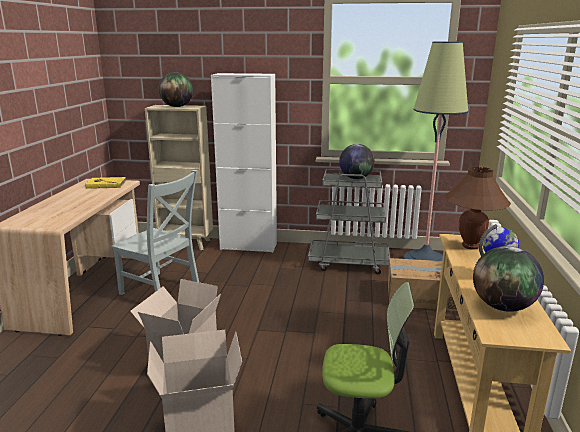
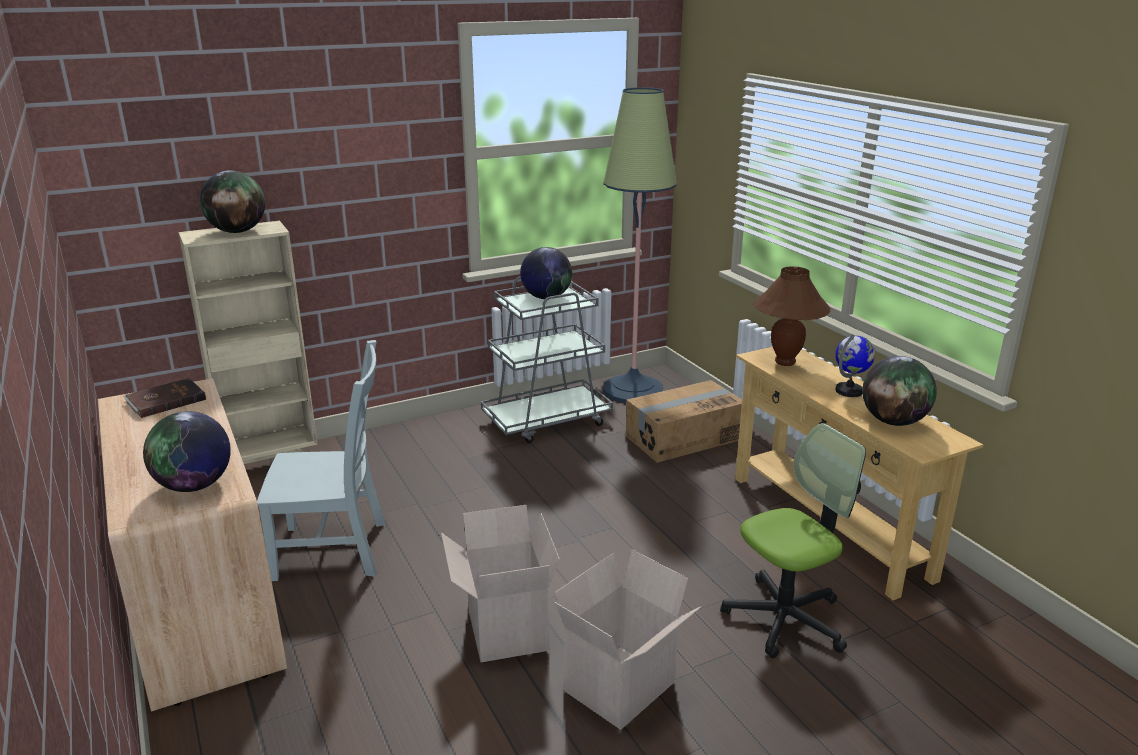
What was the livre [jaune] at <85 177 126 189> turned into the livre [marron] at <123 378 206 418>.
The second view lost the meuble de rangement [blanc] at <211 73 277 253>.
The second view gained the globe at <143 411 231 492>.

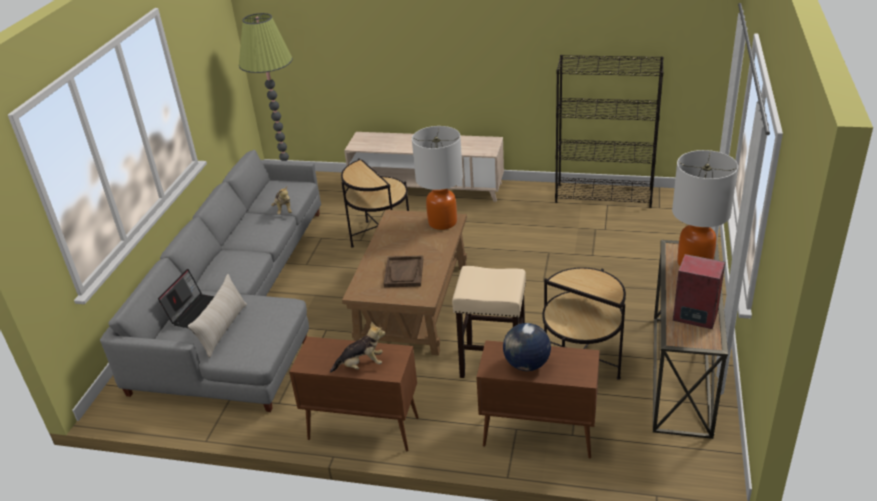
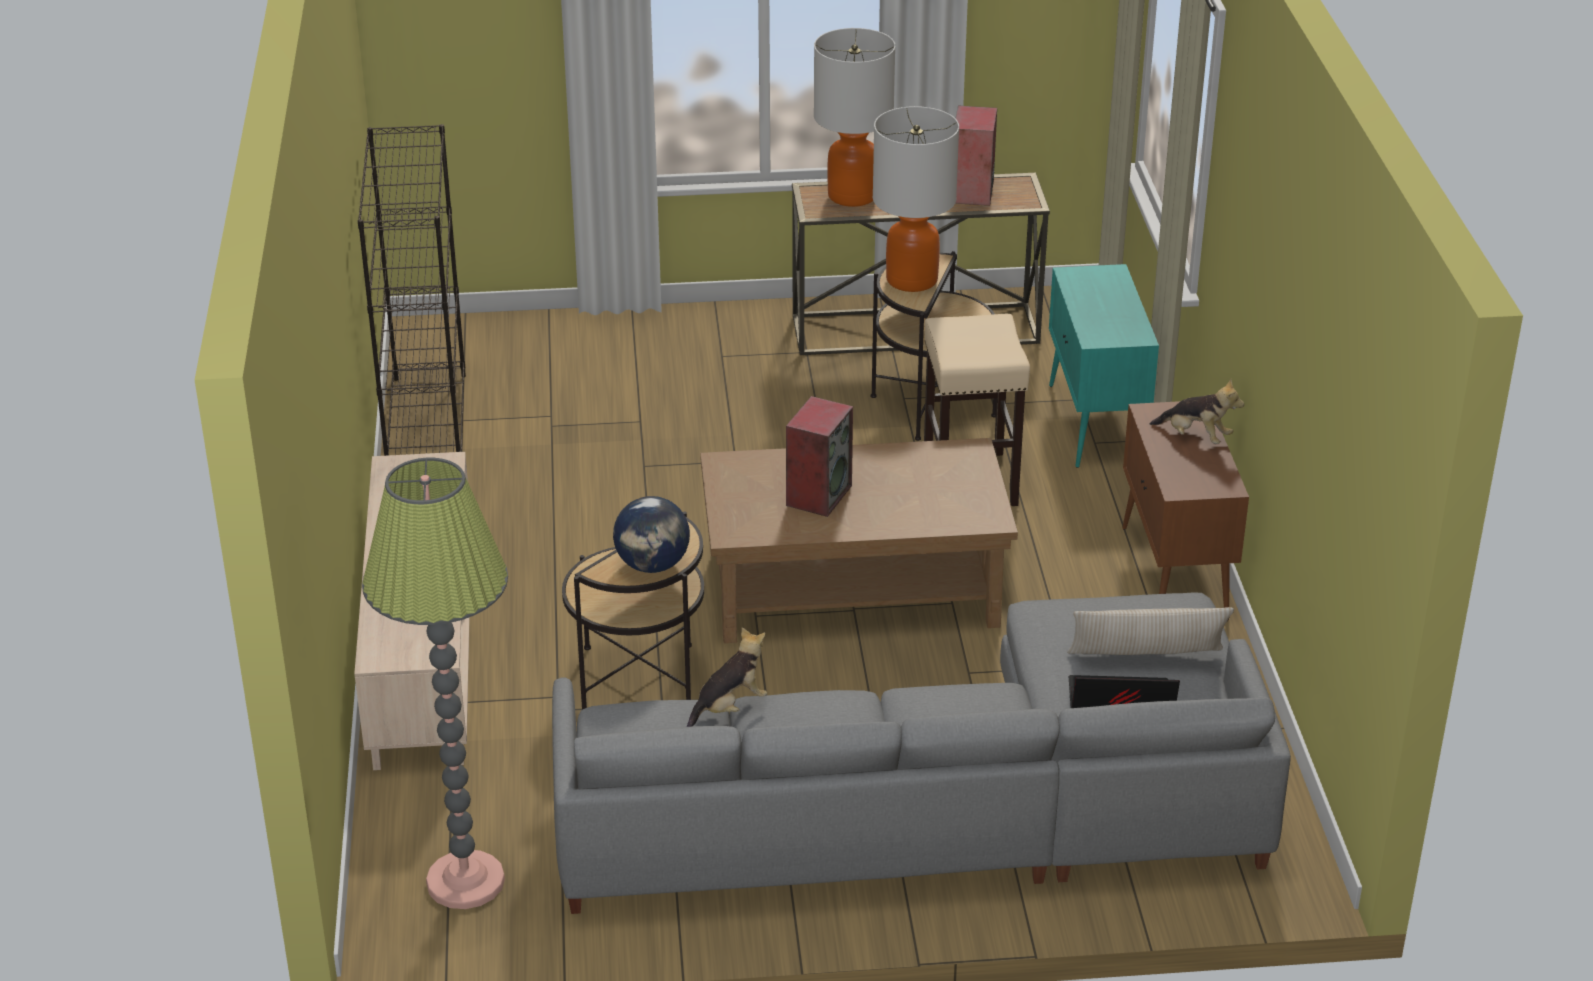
The peluche at <330 321 386 373> ended up facing another way, 150 degrees clockwise from before.
The second view lost the plateau [marron] at <384 255 423 288>.
The lampe de table ended up elsewhere, having gone from <412 126 463 230> to <873 106 959 292>.
What was the meuble de rangement [marron] at <476 340 600 459> turned into the meuble de rangement [turquoise] at <1049 264 1159 468>.
The globe ended up elsewhere, having gone from <503 323 551 371> to <613 496 690 573>.
The second view gained the enceinte at <786 396 853 517>.

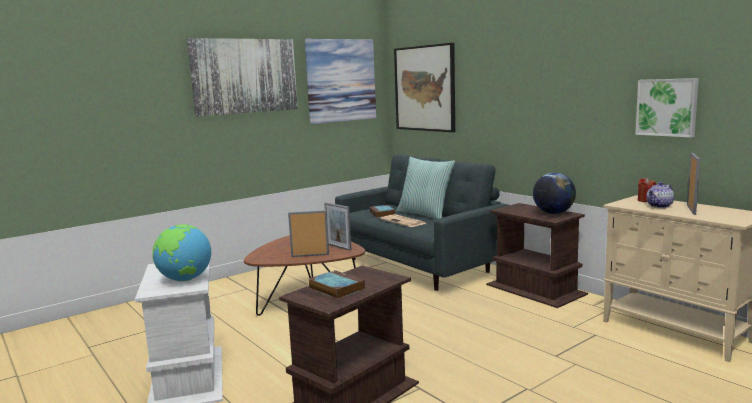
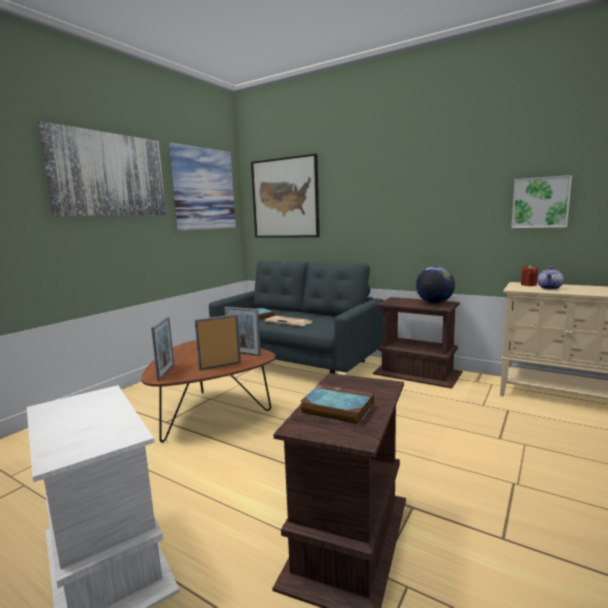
The second view lost the globe at <152 224 211 281>.
The second view lost the coussin at <397 157 455 219>.
The cadre photo ended up elsewhere, having gone from <687 153 700 215> to <151 317 174 381>.

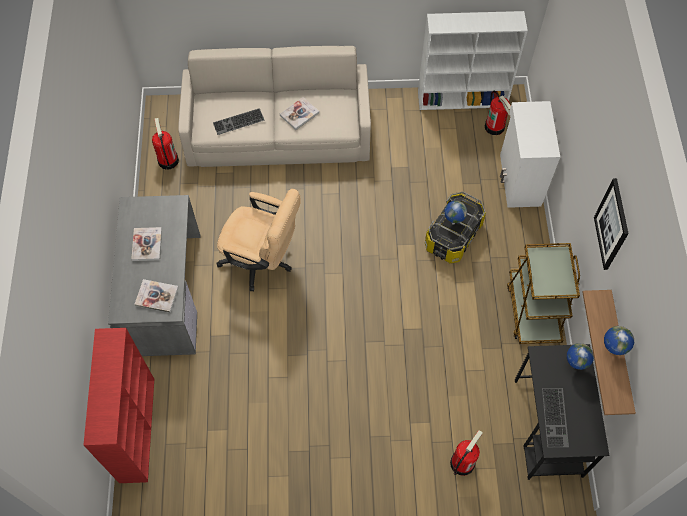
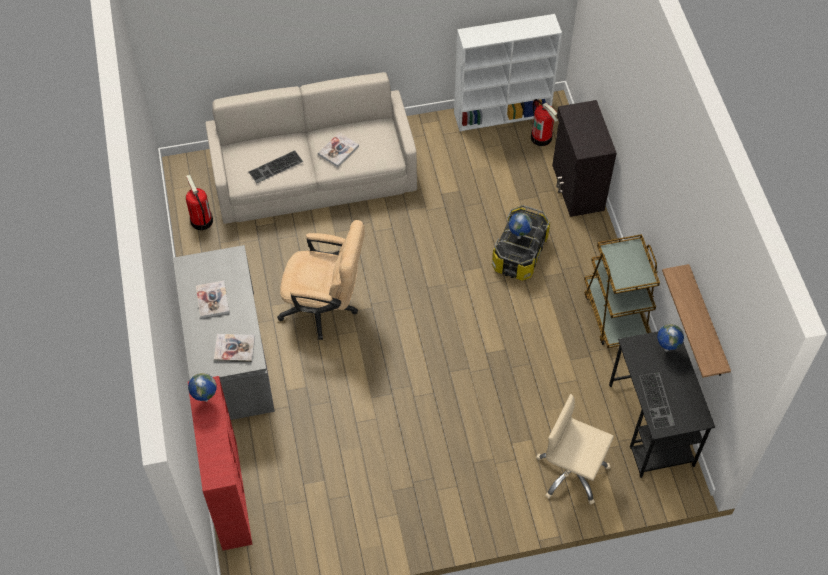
Where the extincteur stood at <450 430 483 476>, the chaise de bureau [beige] came to stand at <536 394 614 505>.
What was the meuble de rangement [blanc] at <500 101 560 208> turned into the meuble de rangement [noir] at <552 100 617 217>.
The second view lost the tableau at <594 178 629 270>.
The globe ended up elsewhere, having gone from <604 326 634 355> to <188 373 217 402>.

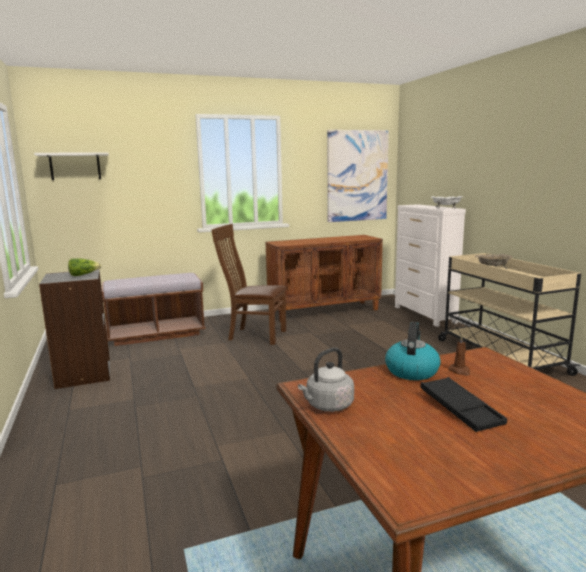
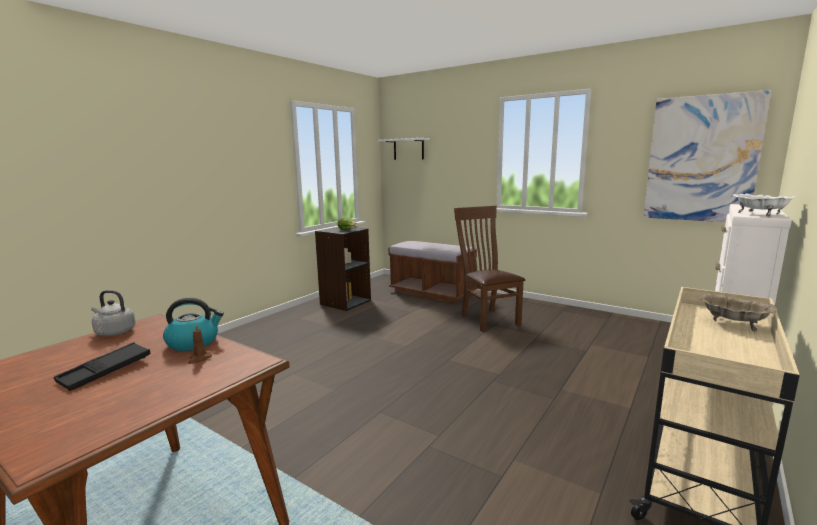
The second view lost the meuble de rangement [marron] at <266 235 383 322>.

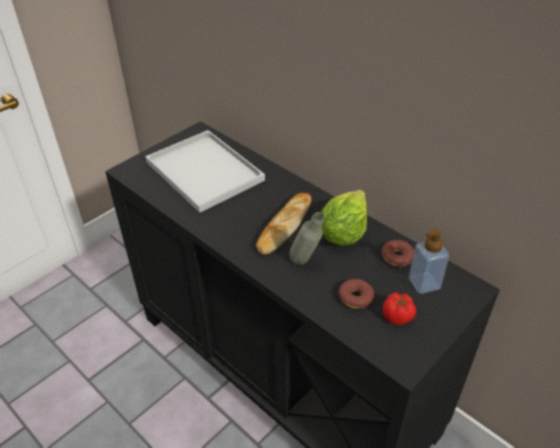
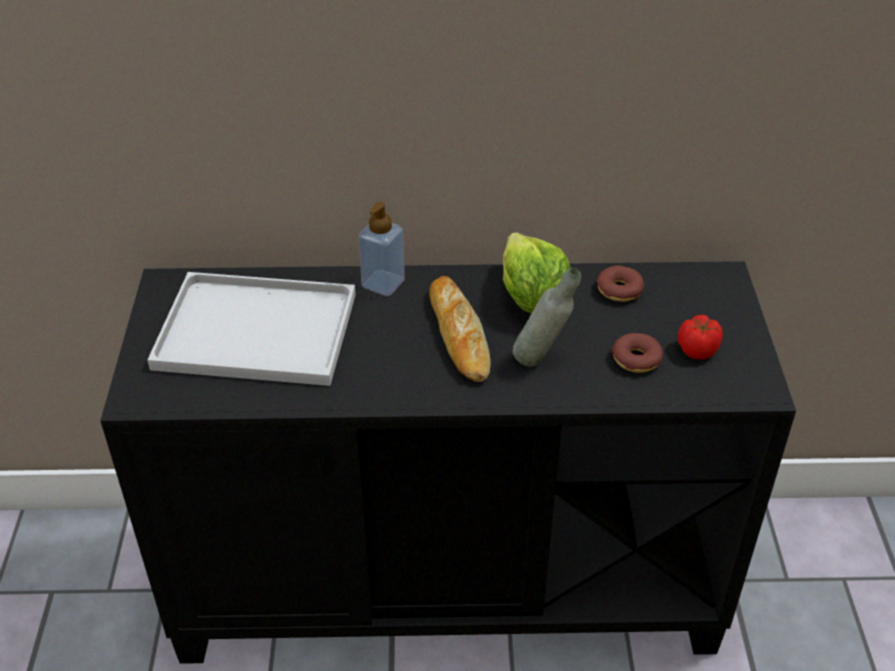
The distributeur de savon ended up elsewhere, having gone from <409 229 449 294> to <358 202 405 296>.

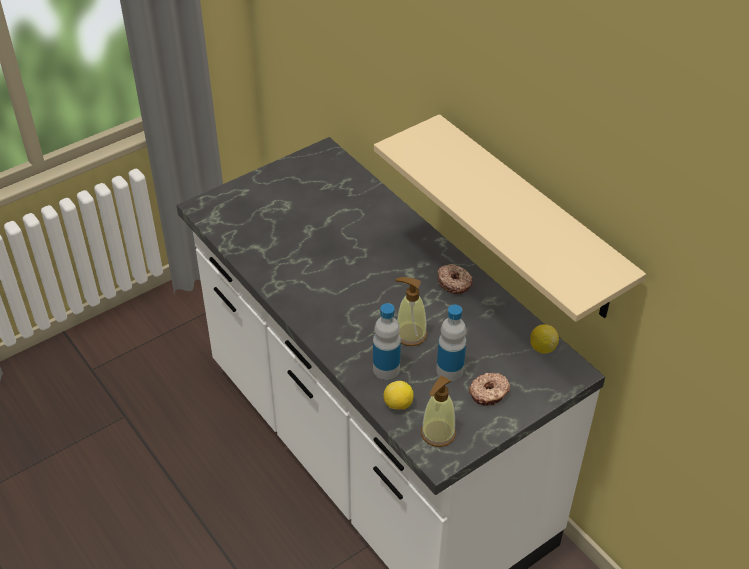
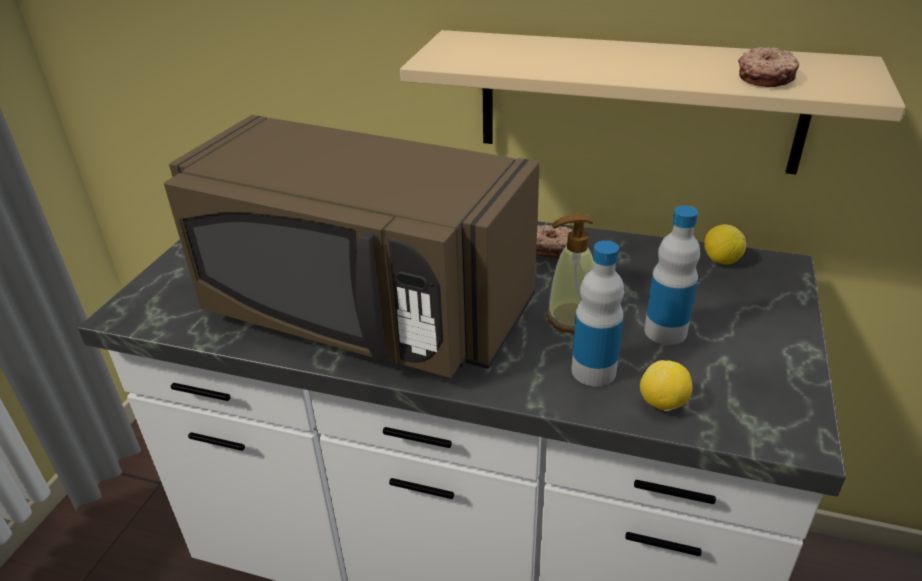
The second view lost the distributeur de savon at <421 376 456 447>.
The beignet ended up elsewhere, having gone from <469 373 510 406> to <738 47 799 87>.
The second view gained the micro-ondes [marron] at <164 115 540 378>.

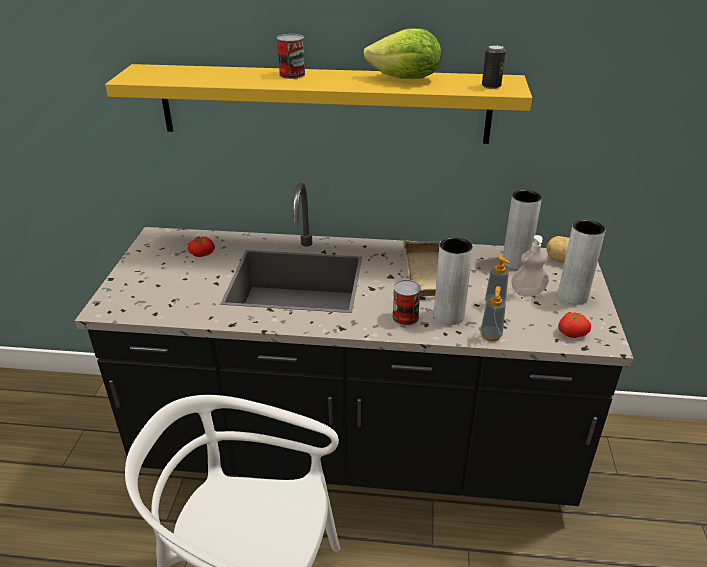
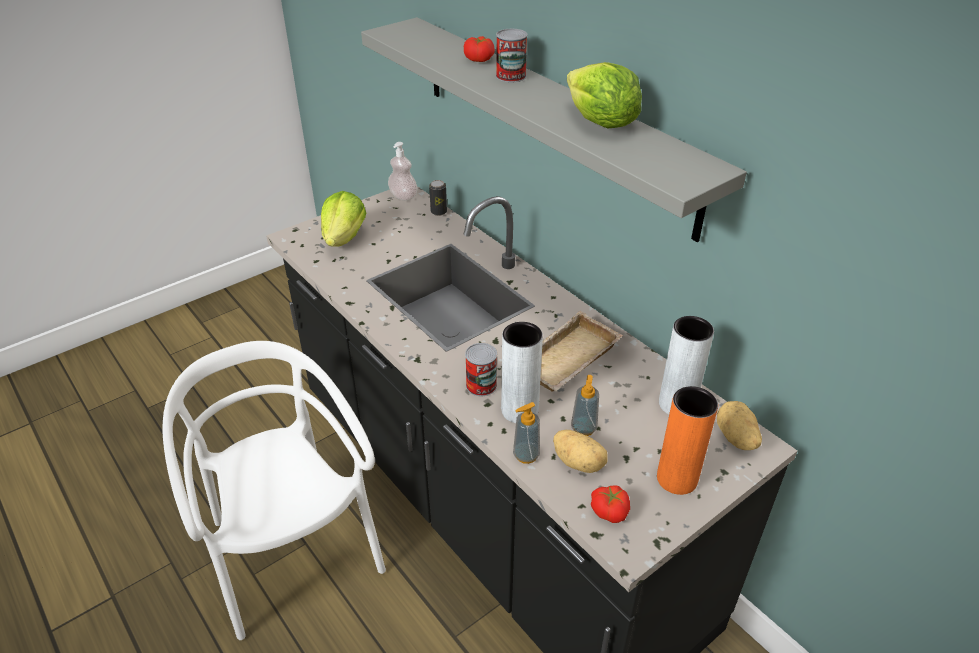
What was the étagère [jaune] at <105 64 532 144> turned into the étagère [gris] at <361 17 747 242>.
The tomate ended up elsewhere, having gone from <188 236 215 257> to <464 36 495 62>.
The boîte métallique ended up elsewhere, having gone from <482 45 506 89> to <429 180 447 216>.
The distributeur de savon ended up elsewhere, having gone from <511 235 549 297> to <388 142 418 201>.
What was the vase [gris] at <558 220 605 305> turned into the vase [orange] at <657 386 718 495>.
The second view gained the laitue at <321 191 366 247>.
The second view gained the pomme de terre at <553 430 608 473>.

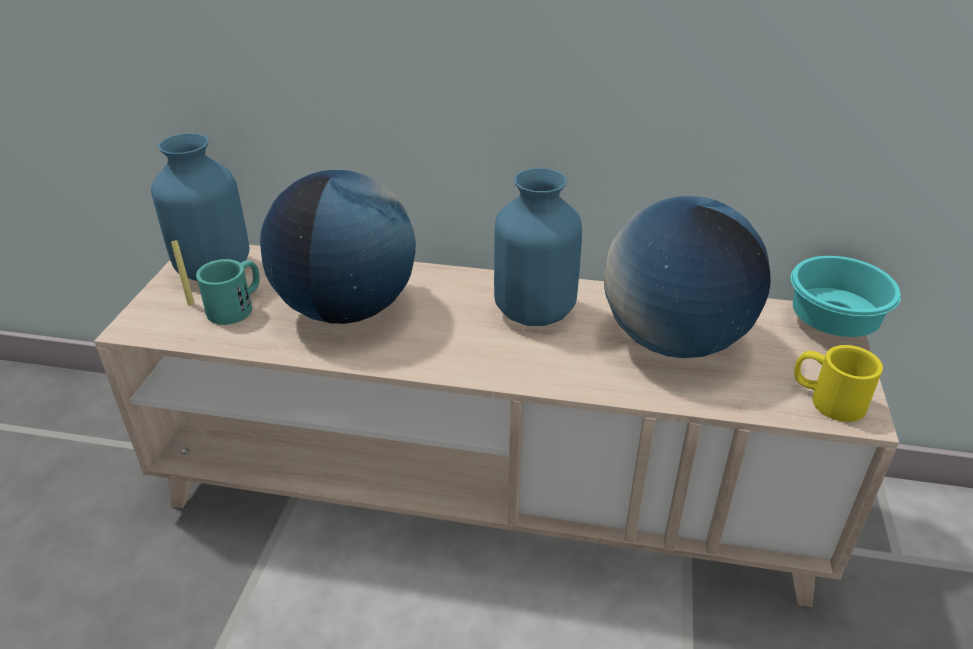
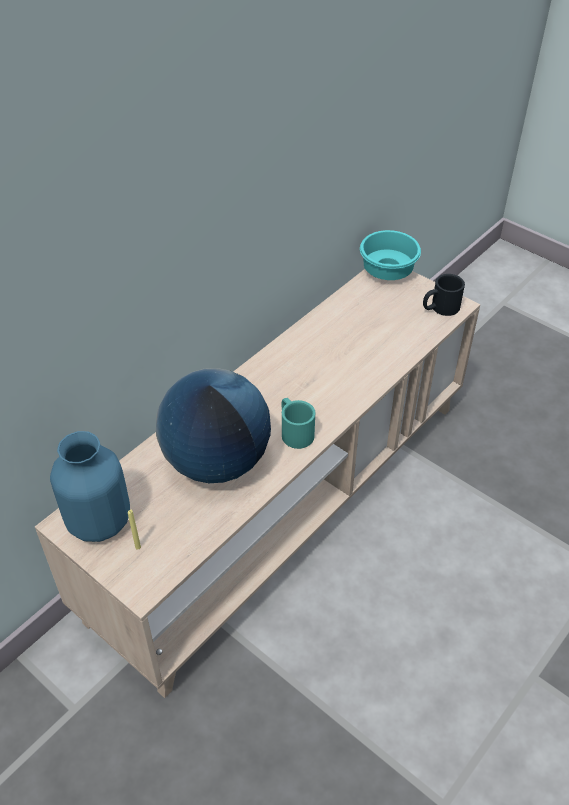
The mug [turquoise] ended up elsewhere, having gone from <196 259 260 325> to <281 398 316 449>.
The second view lost the vase [bleu] at <494 168 582 326>.
The second view lost the globe at <604 196 771 358>.
What was the mug [jaune] at <794 345 883 422> turned into the mug [noir] at <423 274 465 316>.

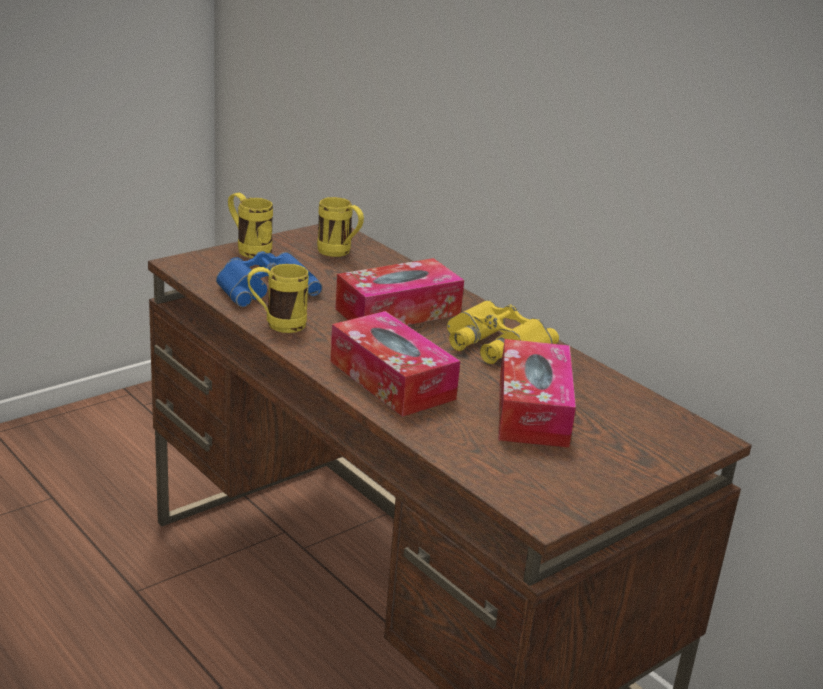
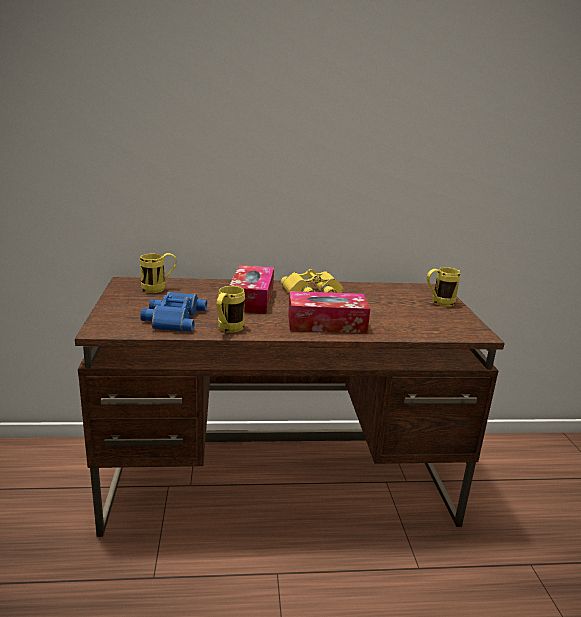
The mug [jaune] ended up elsewhere, having gone from <228 193 273 258> to <427 267 461 307>.
The second view lost the boîte à mouchoirs at <499 339 576 448>.

